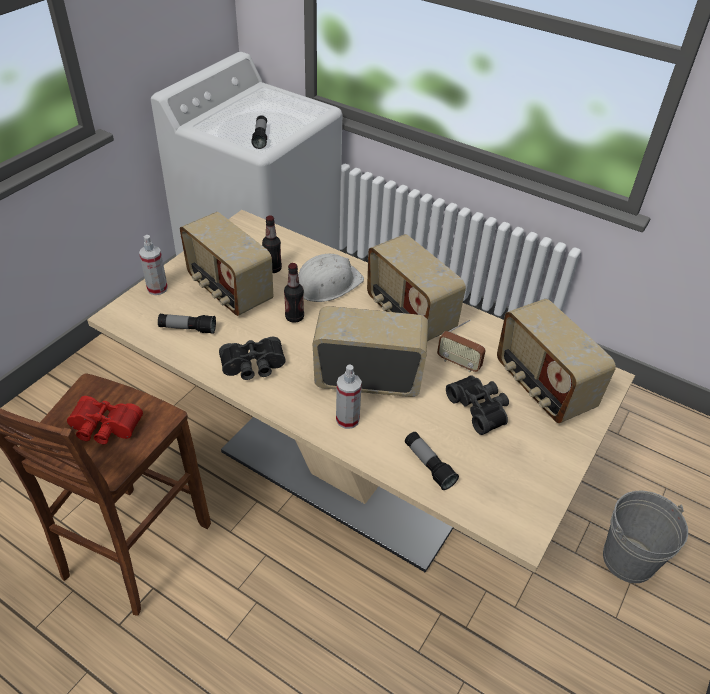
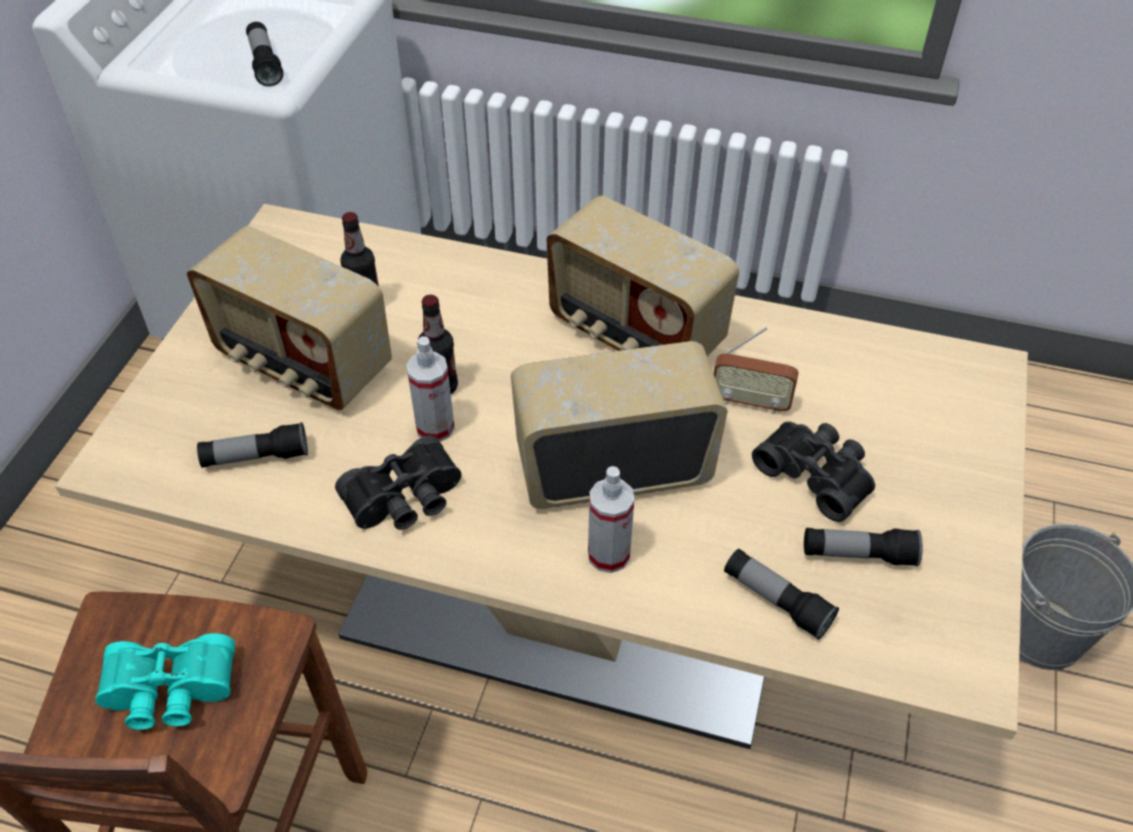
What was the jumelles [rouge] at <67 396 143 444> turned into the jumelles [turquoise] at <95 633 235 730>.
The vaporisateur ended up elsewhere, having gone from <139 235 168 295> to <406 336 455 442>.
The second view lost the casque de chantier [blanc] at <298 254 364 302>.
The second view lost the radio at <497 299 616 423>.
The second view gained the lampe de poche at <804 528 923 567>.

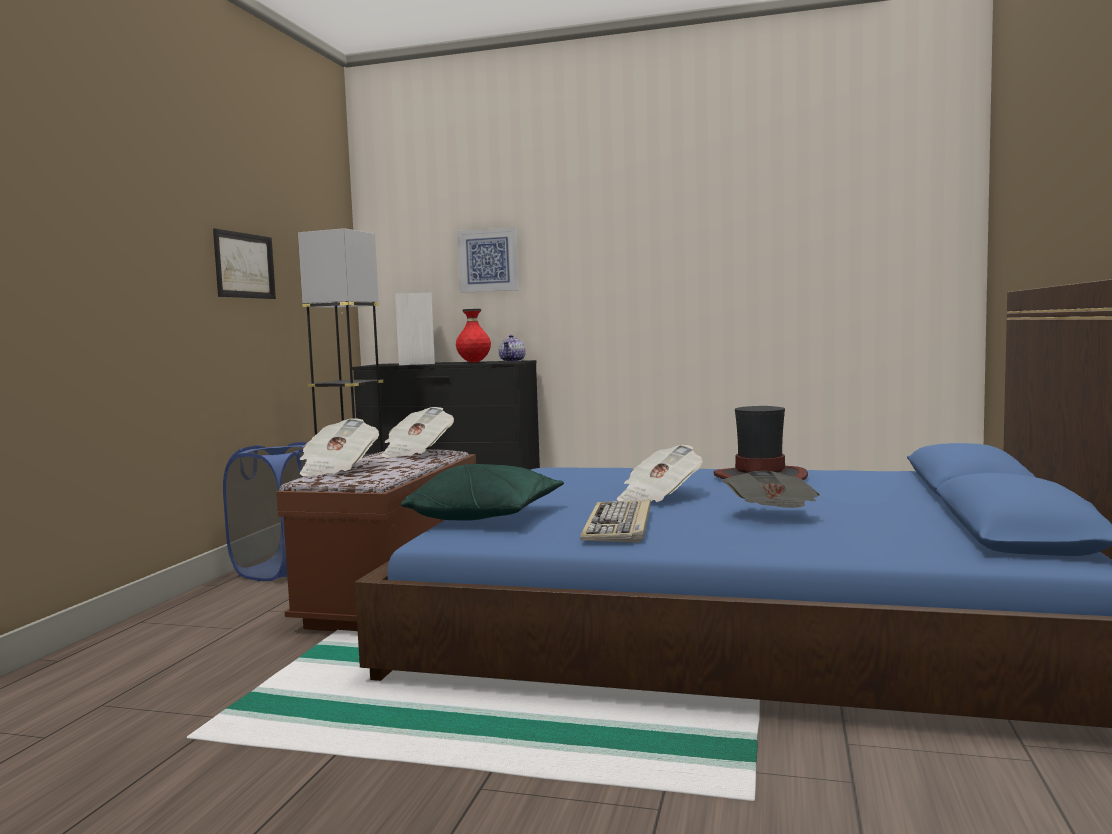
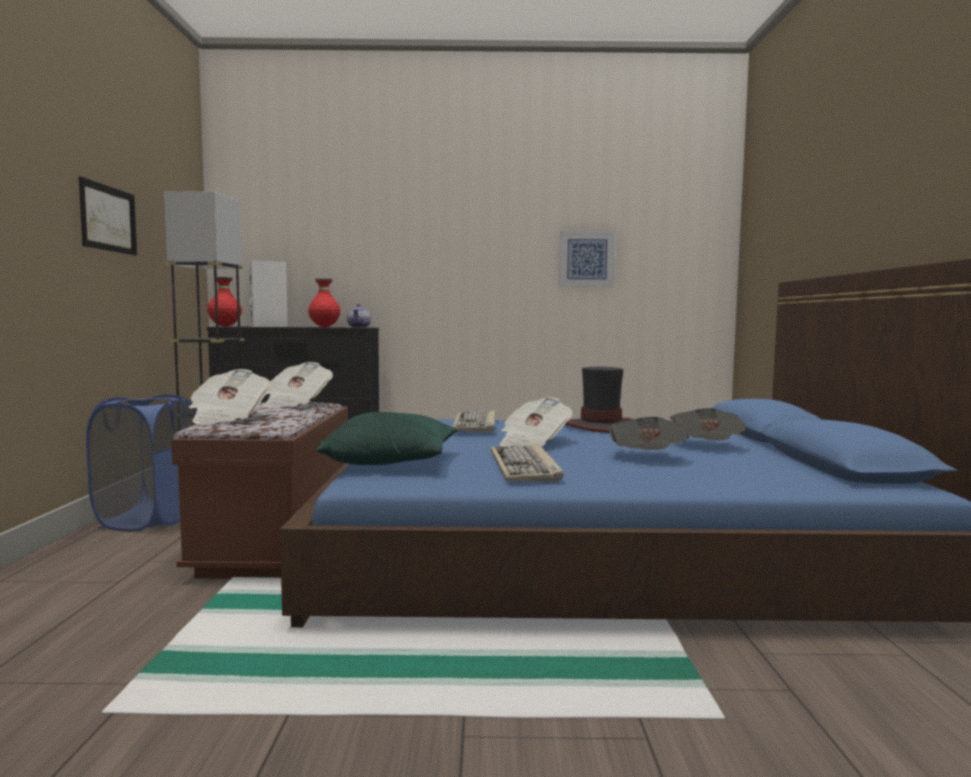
The tableau ended up elsewhere, having gone from <457 227 519 293> to <559 231 615 287>.
The second view gained the vase [rouge] at <207 277 242 327>.
The second view gained the clavier at <452 410 495 432>.
The second view gained the journal at <670 408 747 440>.

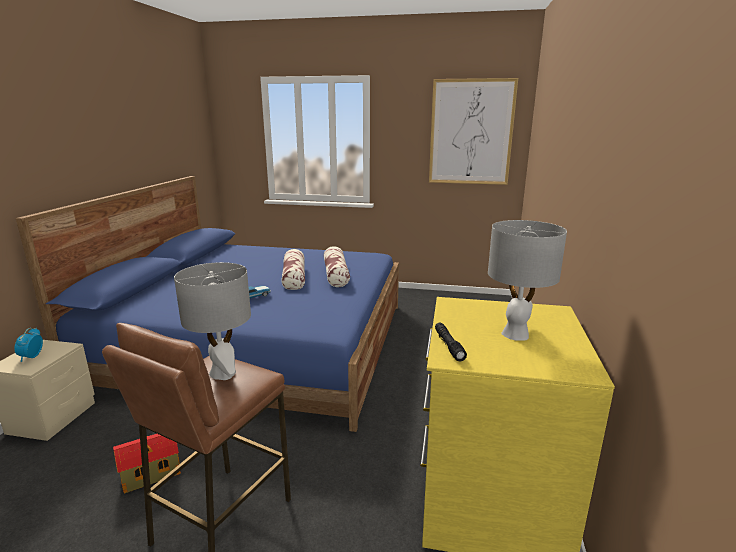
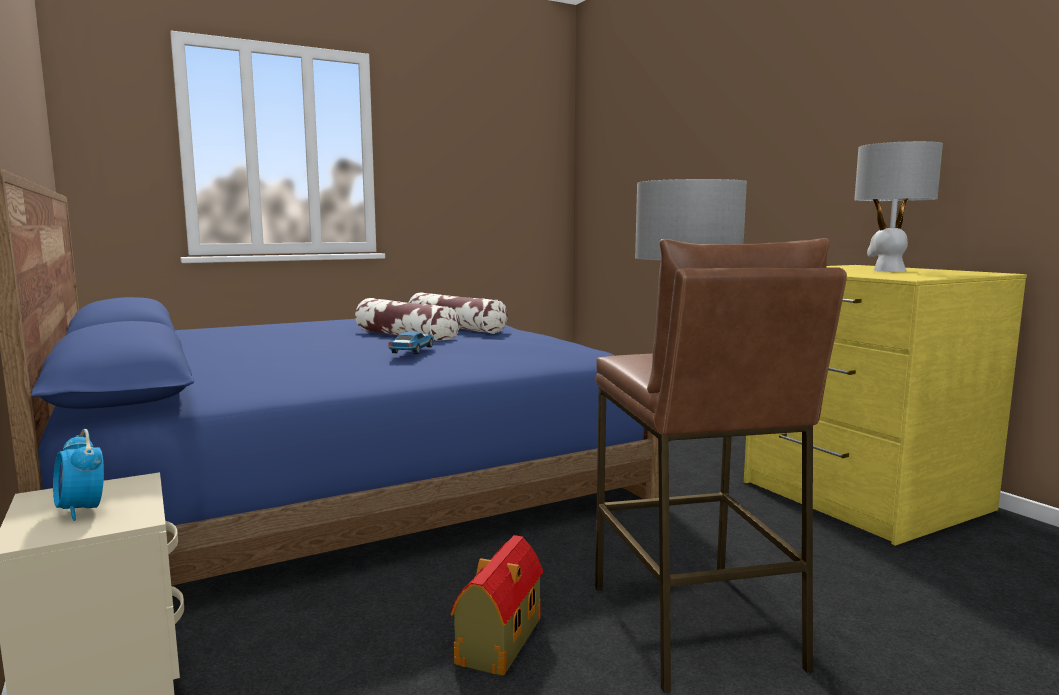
The second view lost the tableau at <429 78 518 185>.
The second view lost the lampe de poche [noir] at <435 323 467 361>.

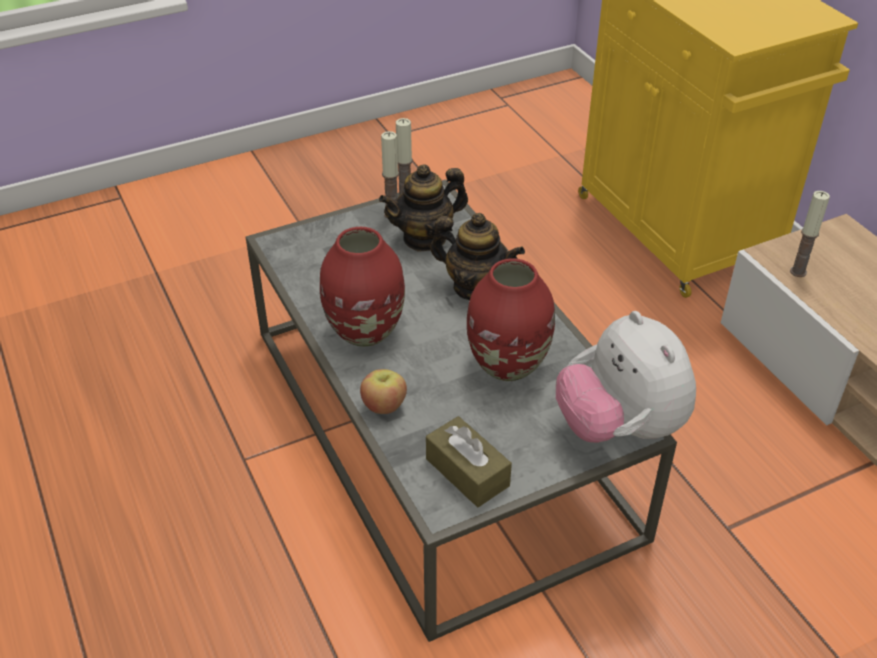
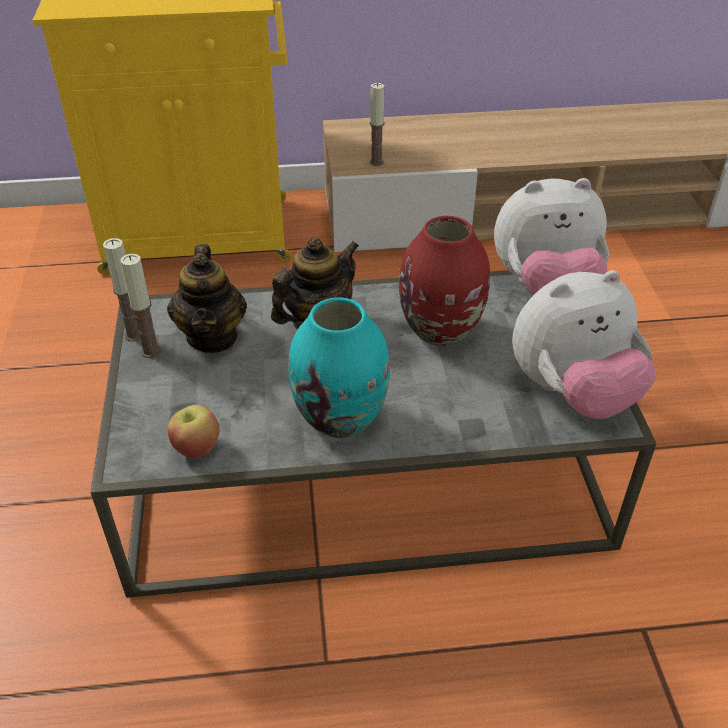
What was the vase [rouge] at <320 227 405 347> turned into the vase [turquoise] at <288 297 390 438>.
The pomme ended up elsewhere, having gone from <360 369 407 414> to <168 405 220 458>.
Where the boîte à mouchoirs [marron] stood at <426 416 512 507>, the peluche came to stand at <512 270 656 419>.

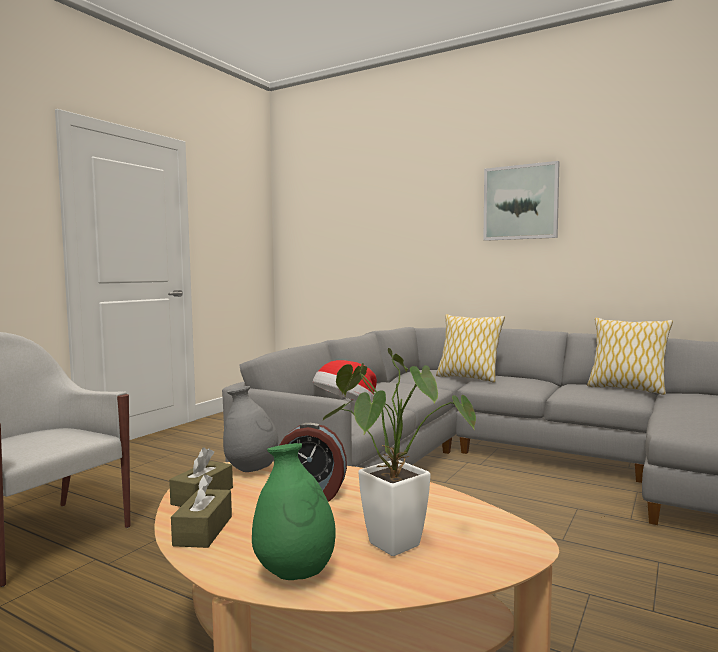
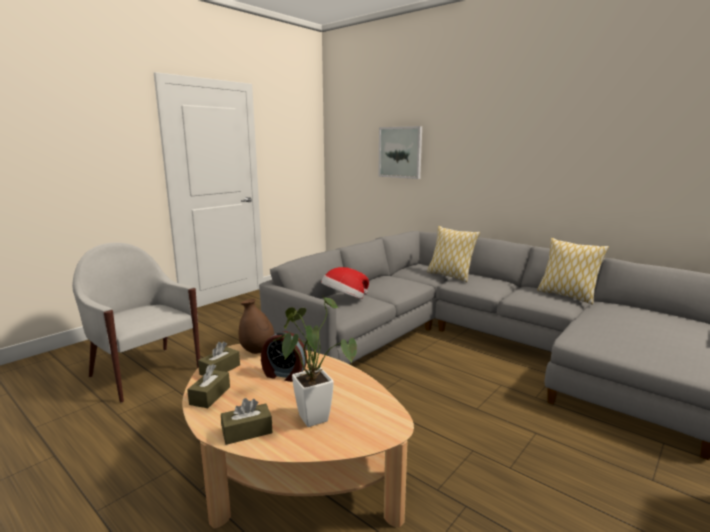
What was the vase [gris] at <223 386 278 472> turned into the vase [marron] at <239 299 274 354>.
Where the vase [vert] stood at <252 443 336 580>, the boîte à mouchoirs [marron] came to stand at <221 398 272 445>.
The tableau ended up elsewhere, having gone from <483 161 559 241> to <378 126 422 179>.

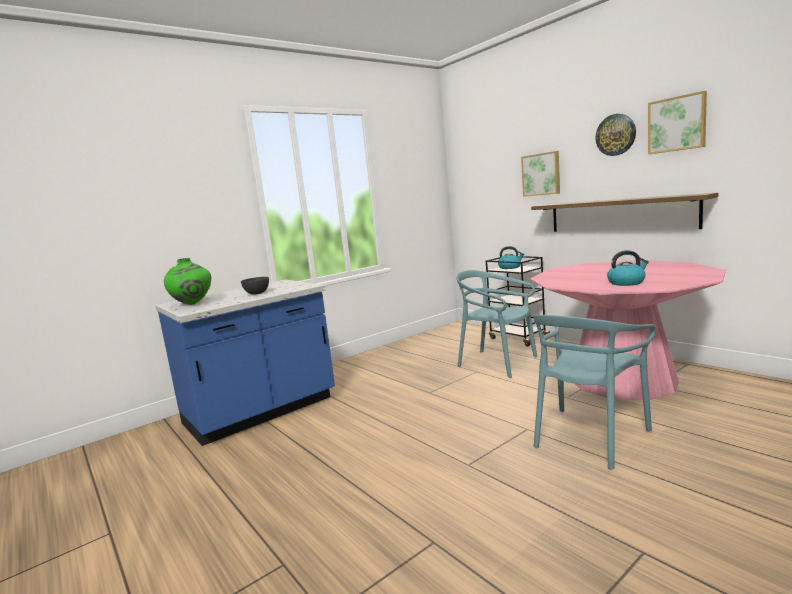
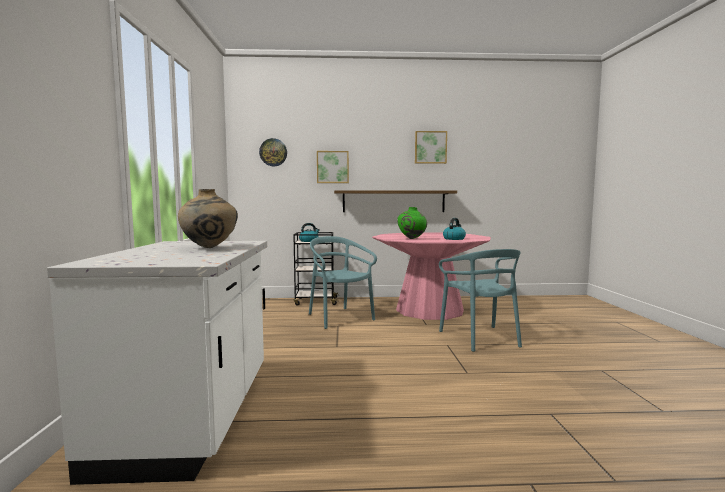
What was the comptoir de cuisine [bleu] at <155 279 335 446> turned into the comptoir de cuisine [blanc] at <47 241 267 485>.
The vase [vert] ended up elsewhere, having gone from <164 258 211 305> to <397 207 427 239>.
Where the bol [gris] stood at <241 277 269 295>, the vase [beige] came to stand at <178 189 238 248>.
The chaise [turquoise] at <456 270 538 378> ended up facing another way, 75 degrees clockwise from before.
The horloge murale ended up elsewhere, having gone from <595 114 636 156> to <259 138 287 166>.

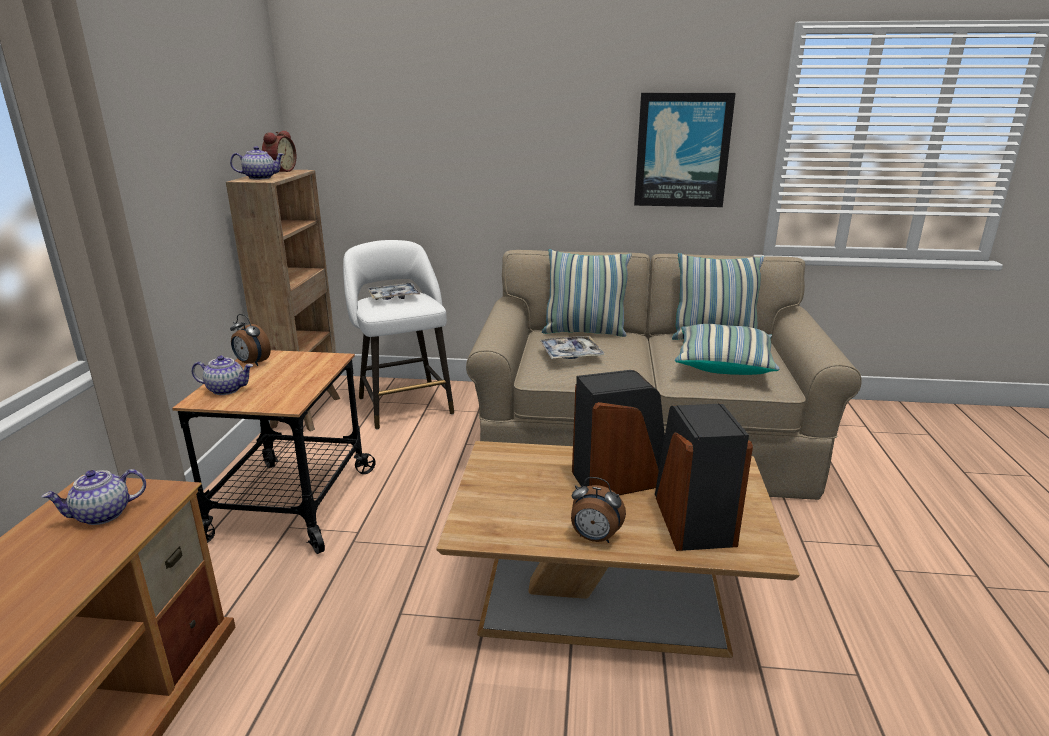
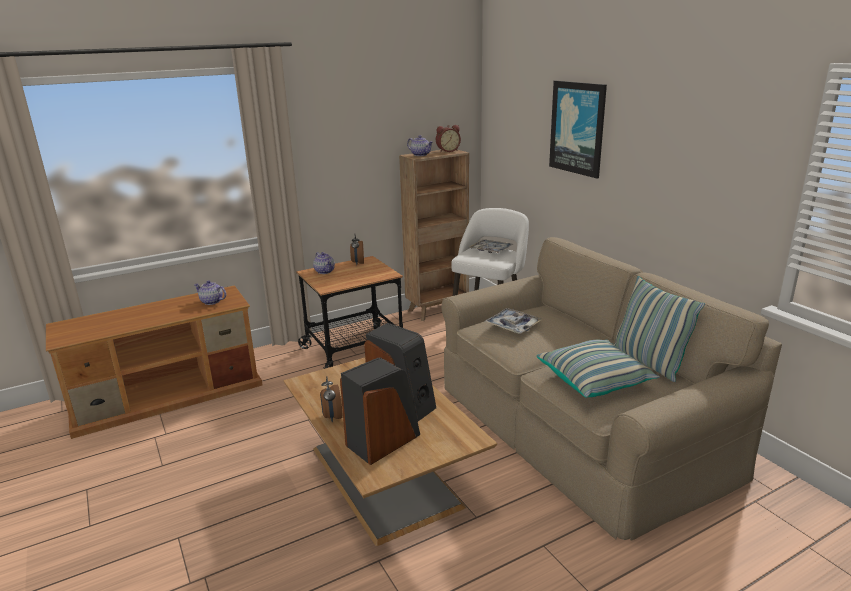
The second view lost the coussin at <542 249 632 337>.
The tableau ended up elsewhere, having gone from <634 93 736 207> to <549 81 607 178>.

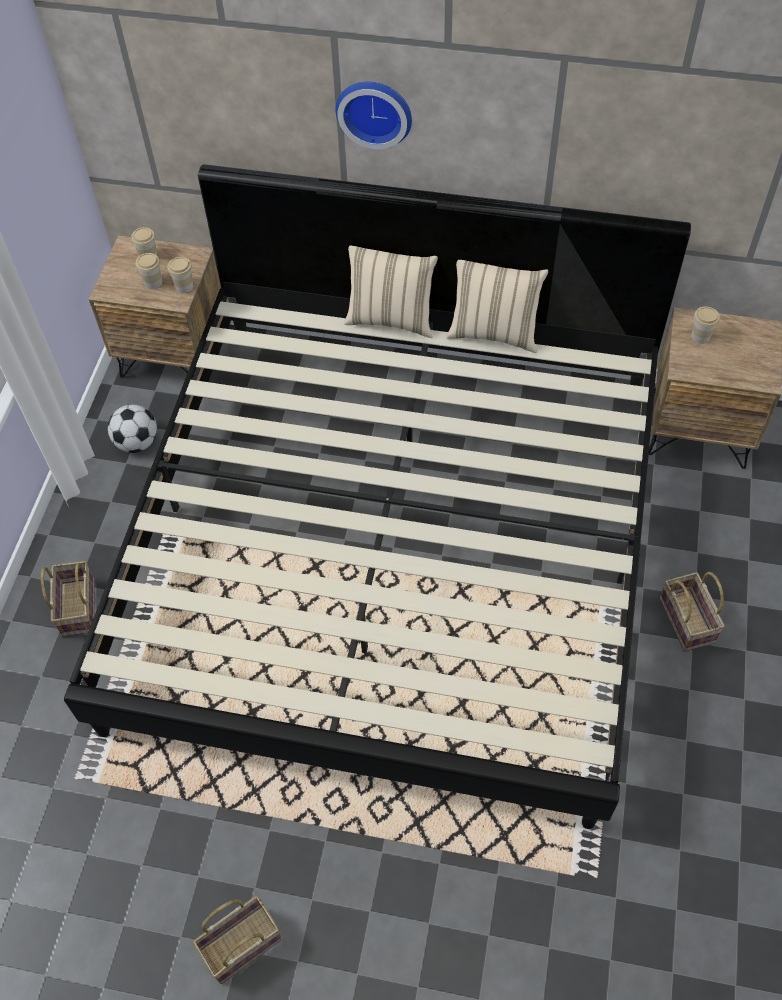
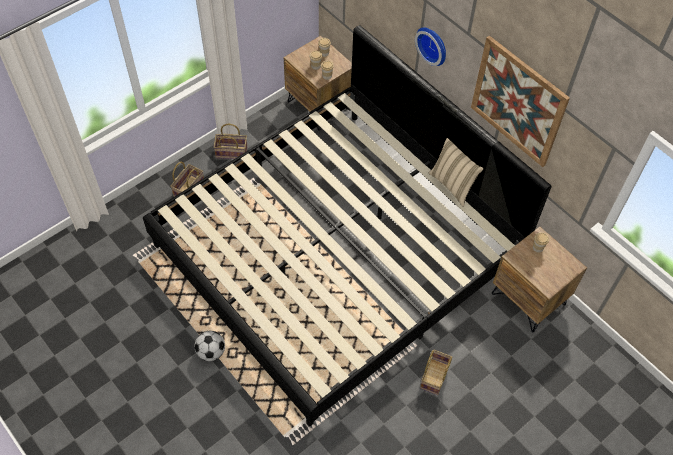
The ballon de foot ended up elsewhere, having gone from <108 404 157 453> to <195 331 225 361>.
The panier ended up elsewhere, having gone from <193 896 282 984> to <213 123 247 159>.
The second view lost the coussin [beige] at <344 245 438 338>.
The second view gained the tableau at <471 35 570 167>.

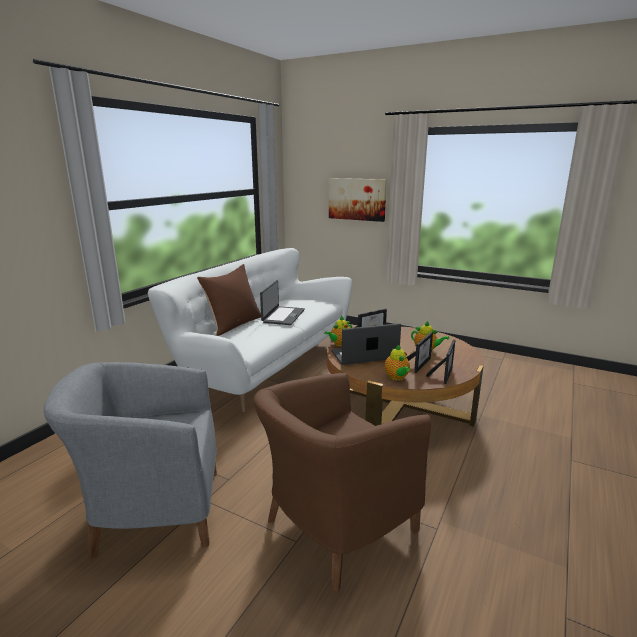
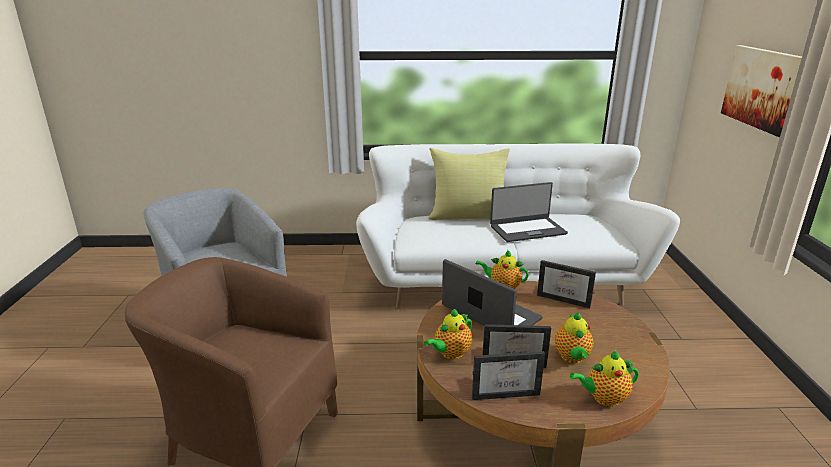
What was the coussin [marron] at <197 264 261 336> turned into the coussin [jaune] at <428 148 510 220>.
The second view gained the théière at <570 350 639 407>.

